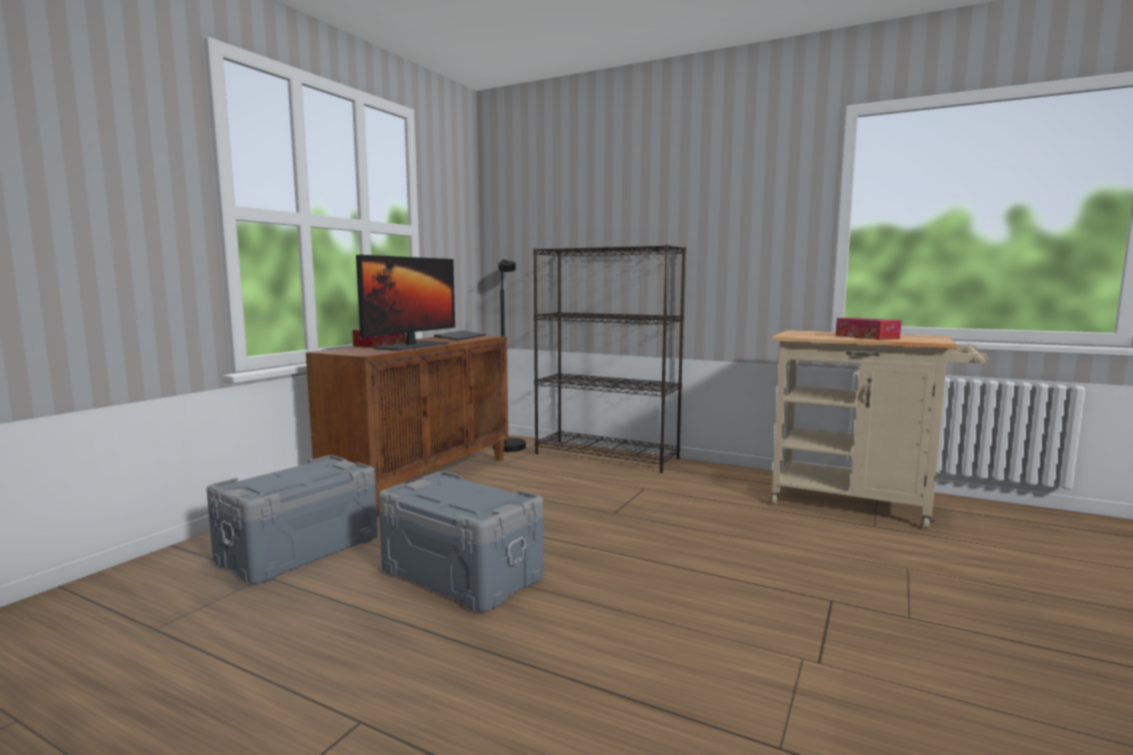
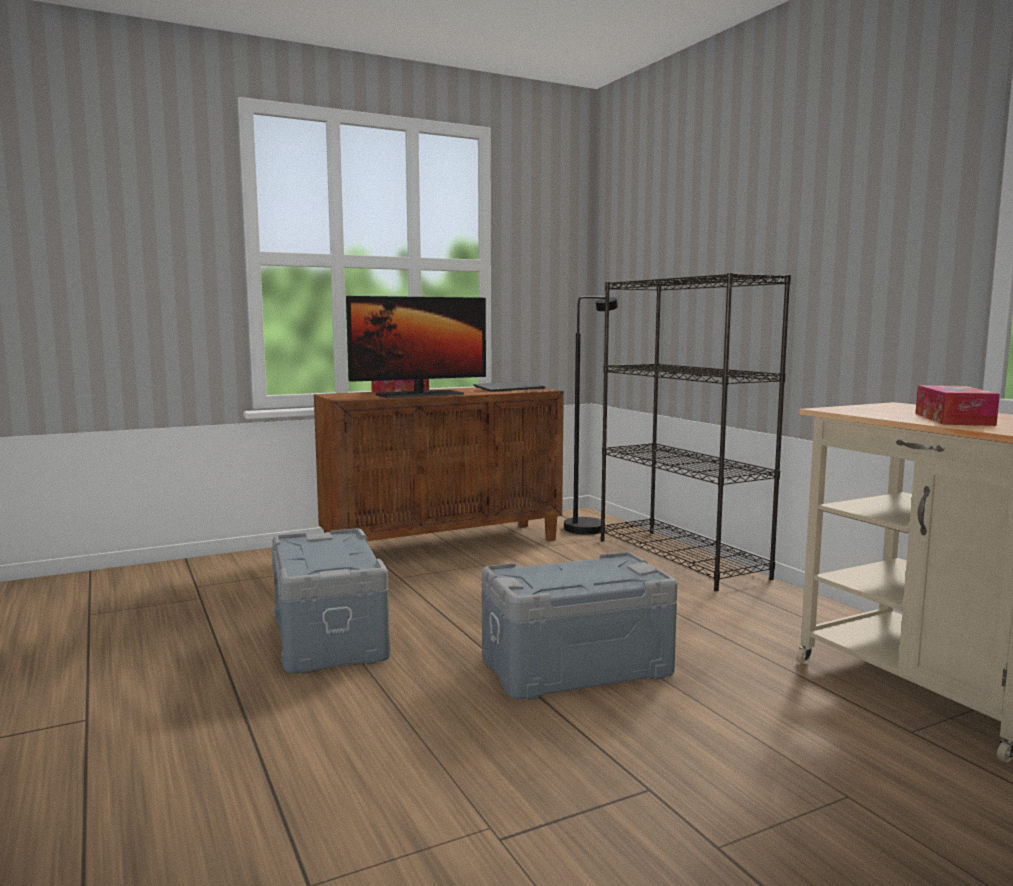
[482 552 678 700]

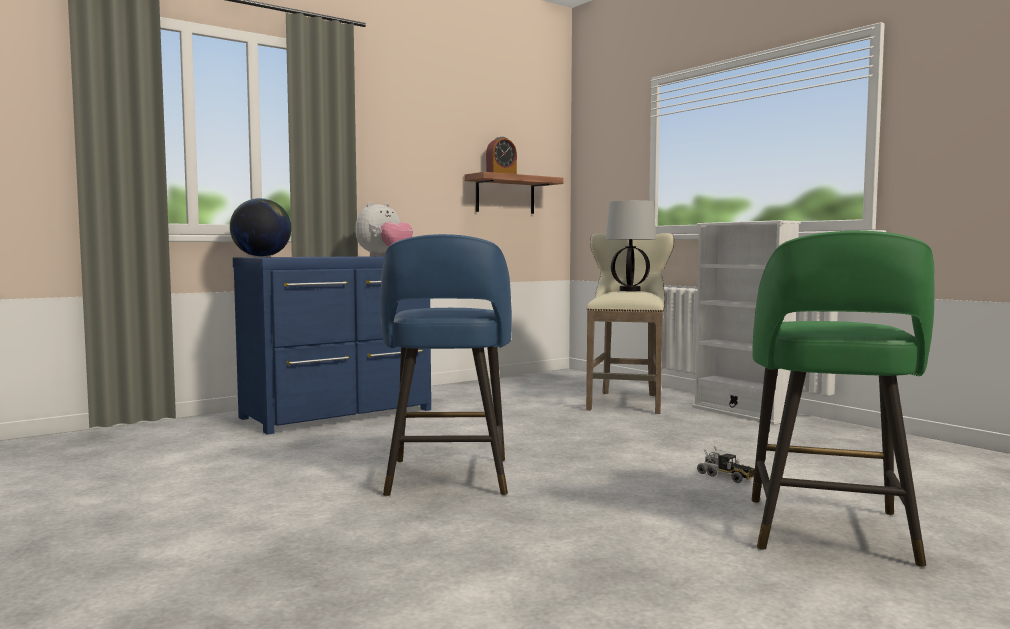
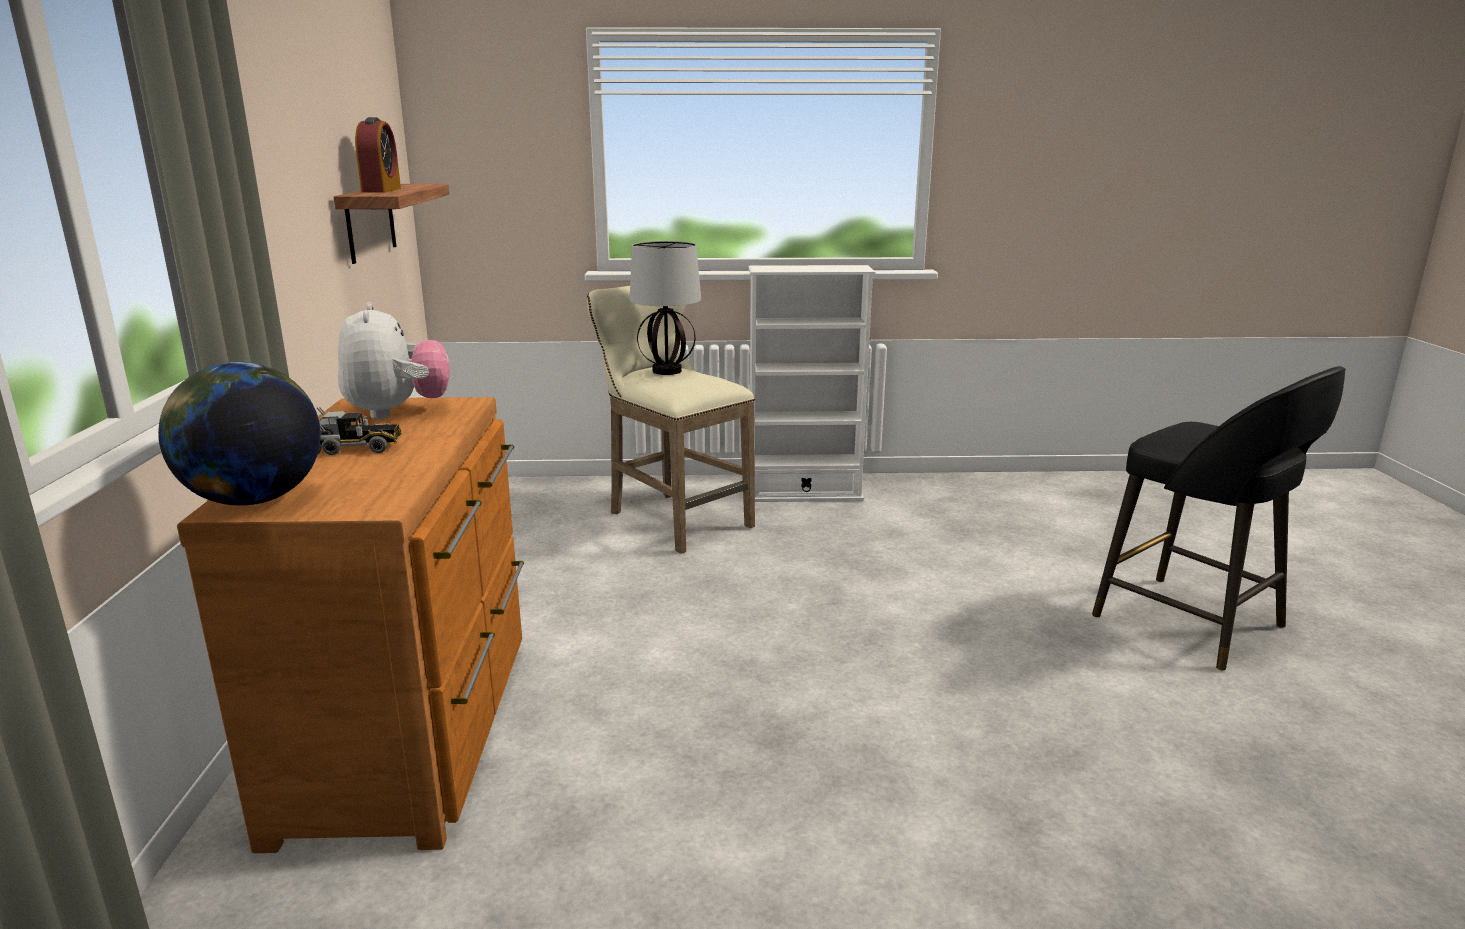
[381 234 512 496] (first image)
[317 407 402 455]
[177 397 524 853]
[1092 366 1346 671]

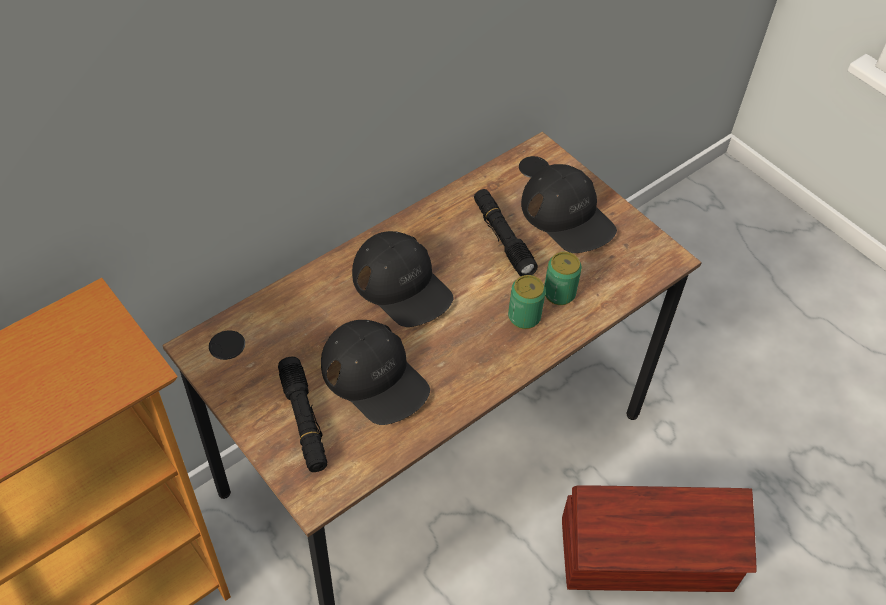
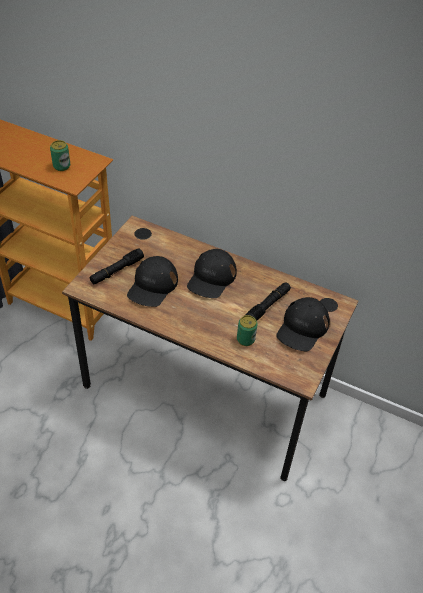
[562 485 756 592] (first image)
[50 140 70 171]

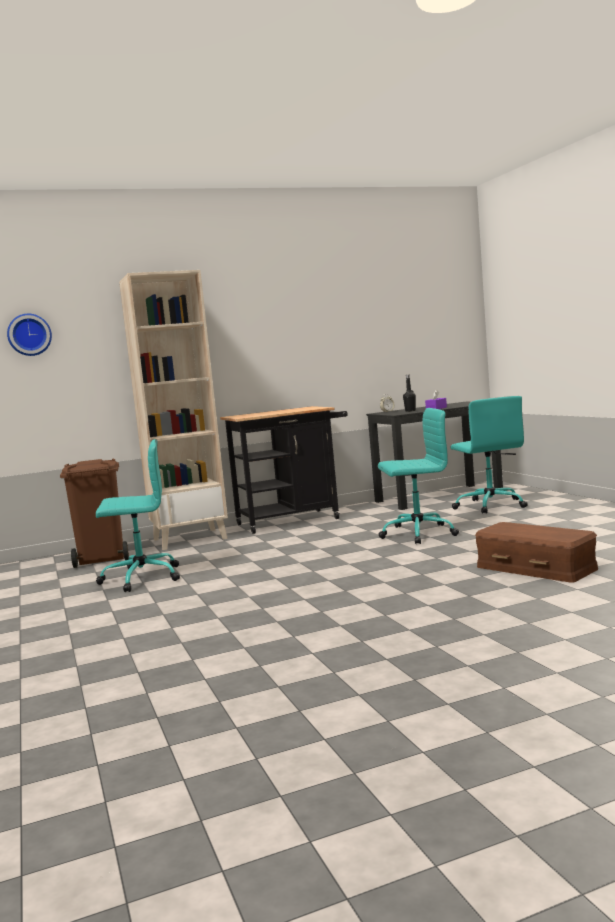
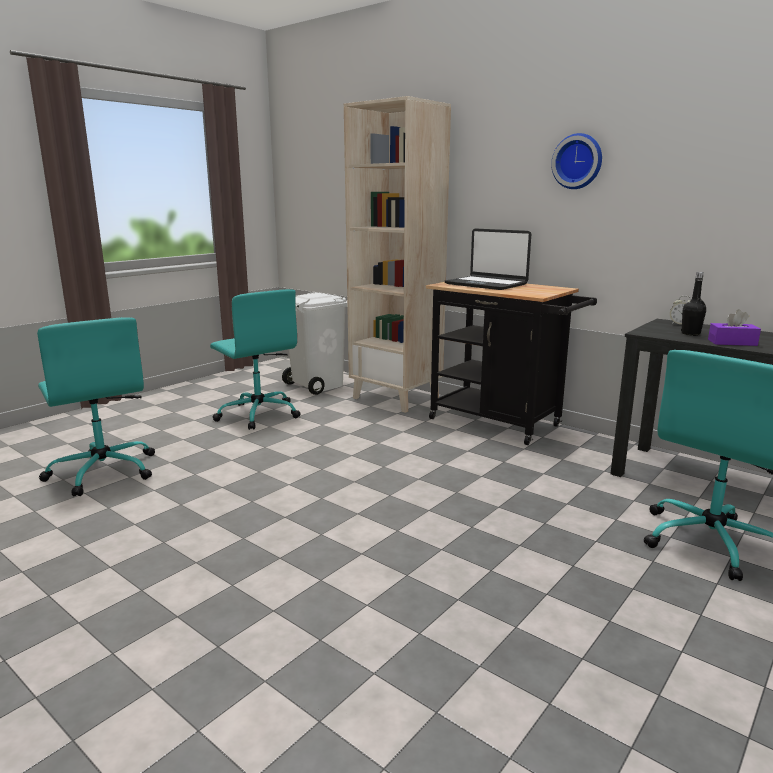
[475 522 598 583] (first image)
[445 229 531 290]
[551 133 602 189]
[37 317 155 496]
[282 292 347 395]

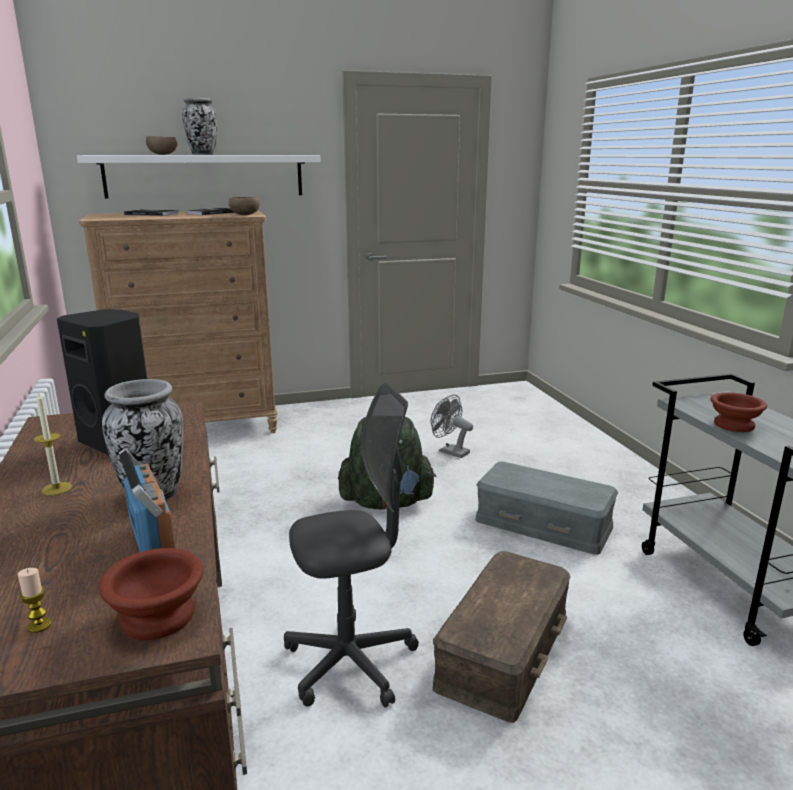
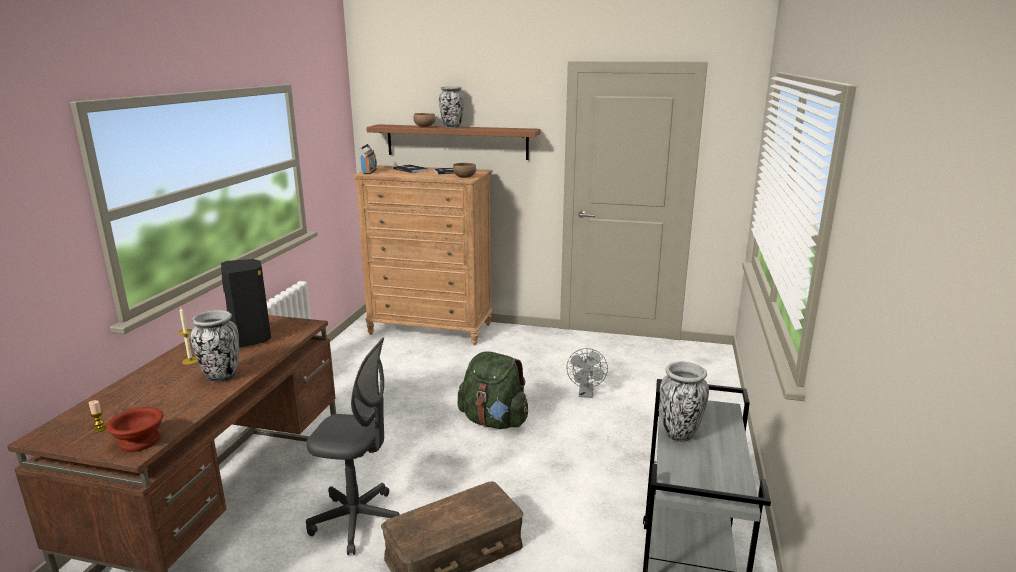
[475 461 618 555] (first image)
[359 144 377 174]
[660 362 709 442]
[366 124 540 160]
[566 348 608 398]

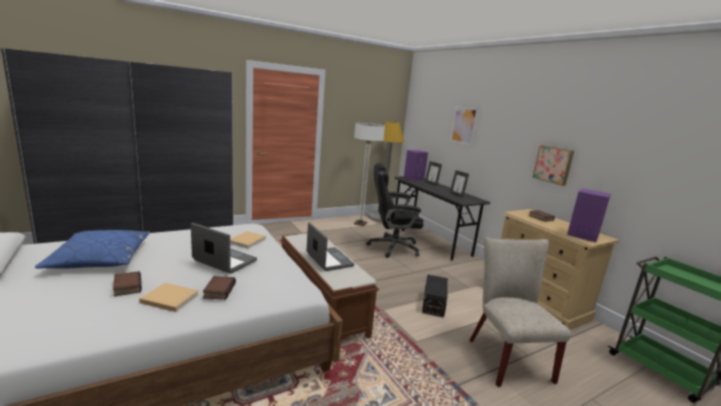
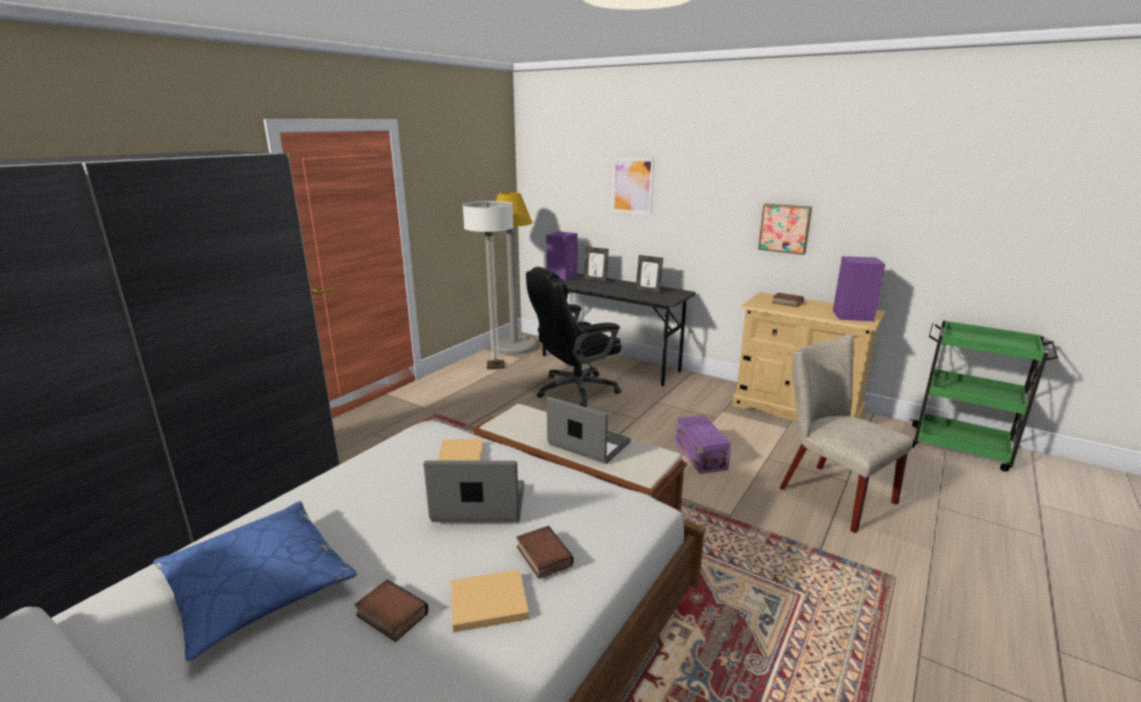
[675 415 731 474]

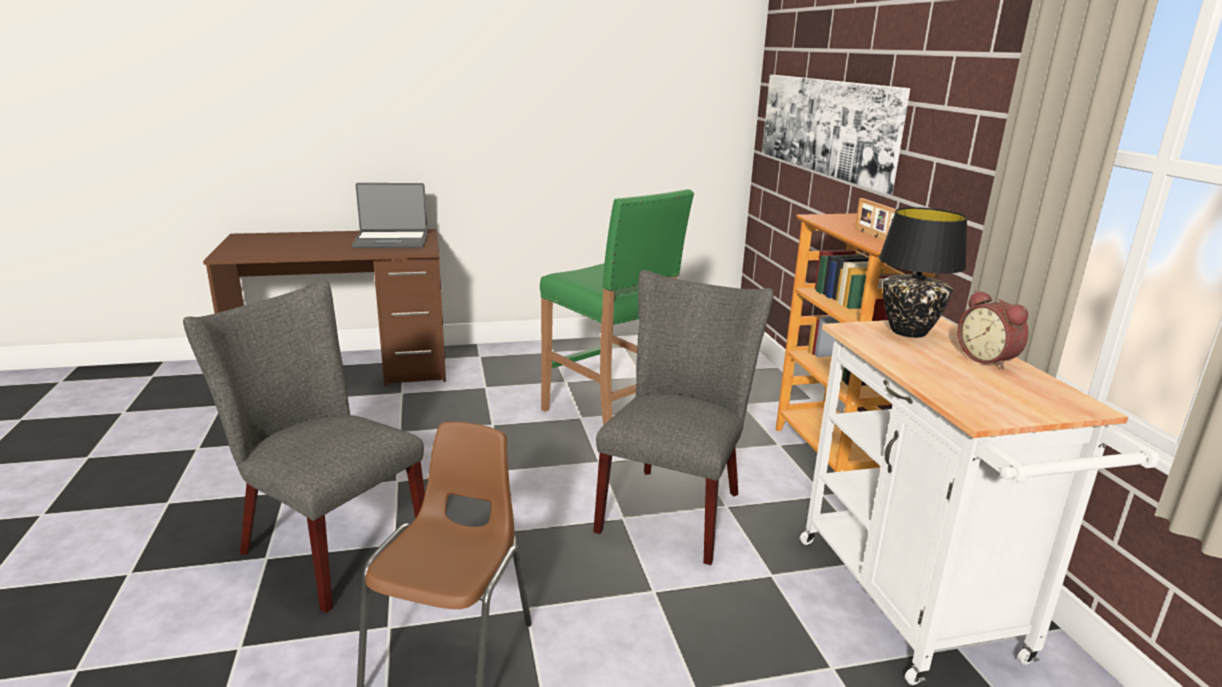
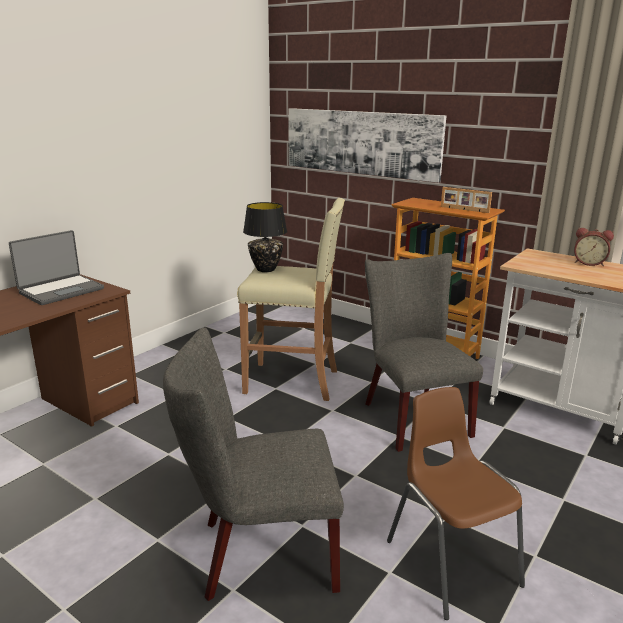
[243 202 287 272]
[237 198 345 401]

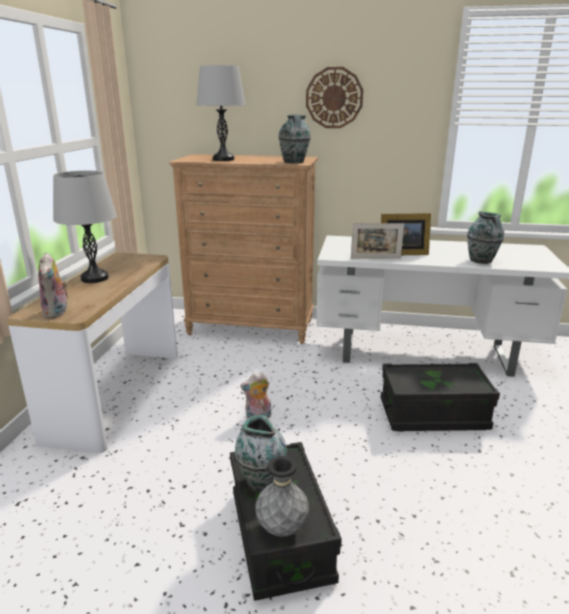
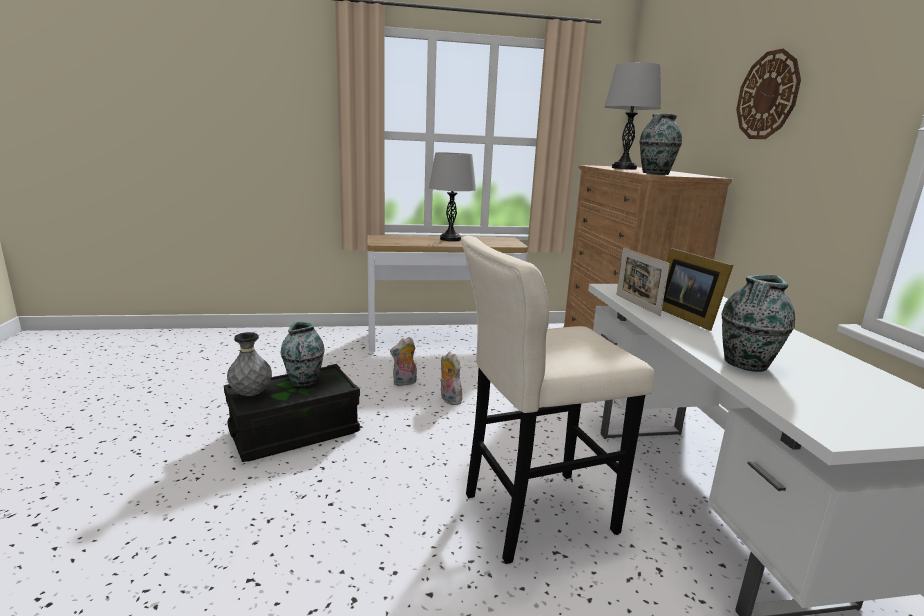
[390 337 417 386]
[461 236 654 564]

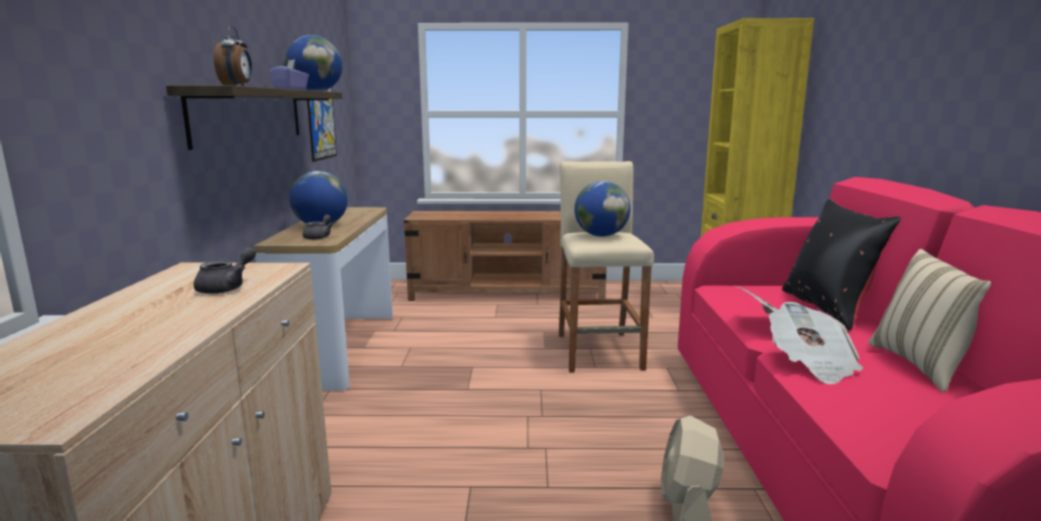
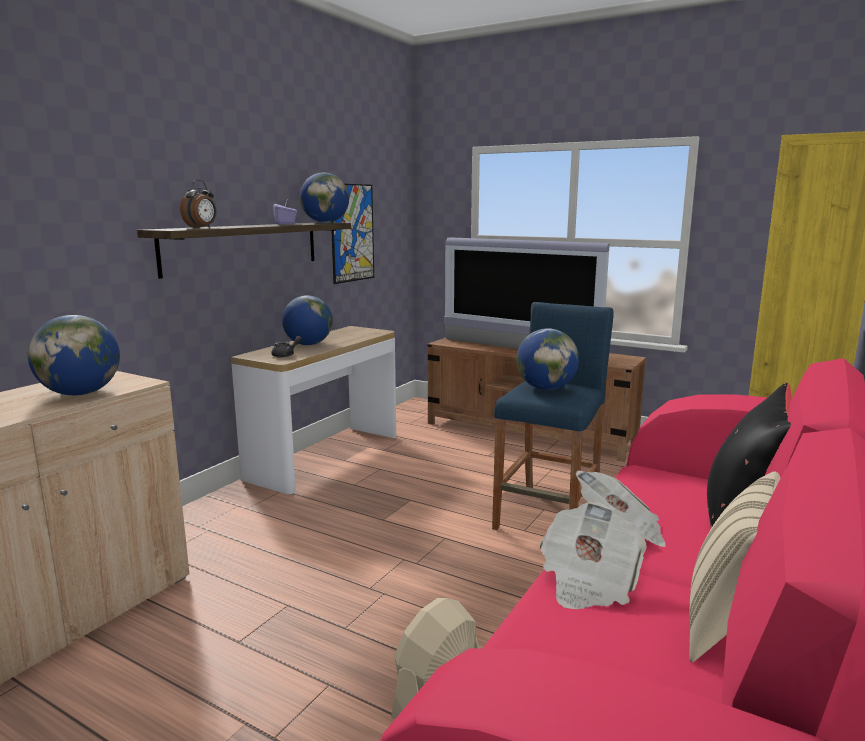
[444 237 610 349]
[28 315 120 396]
[492 302 614 530]

